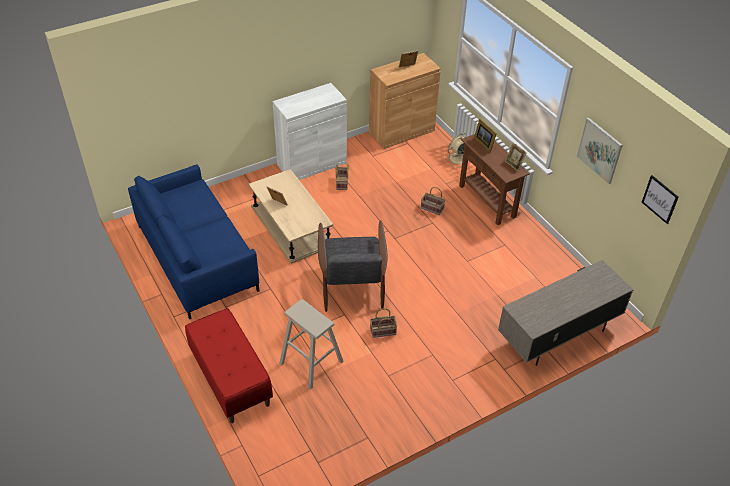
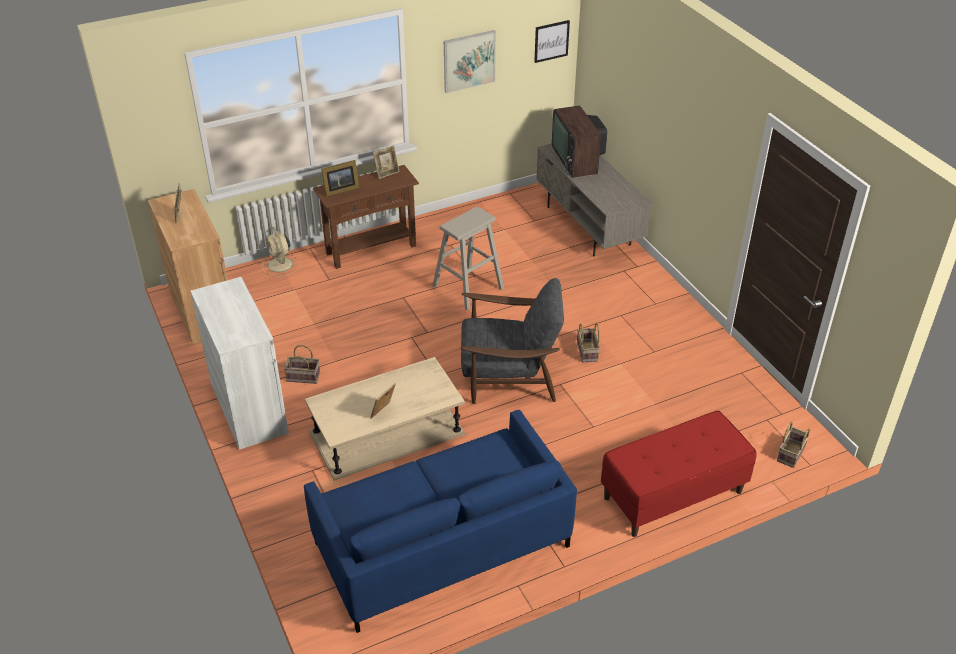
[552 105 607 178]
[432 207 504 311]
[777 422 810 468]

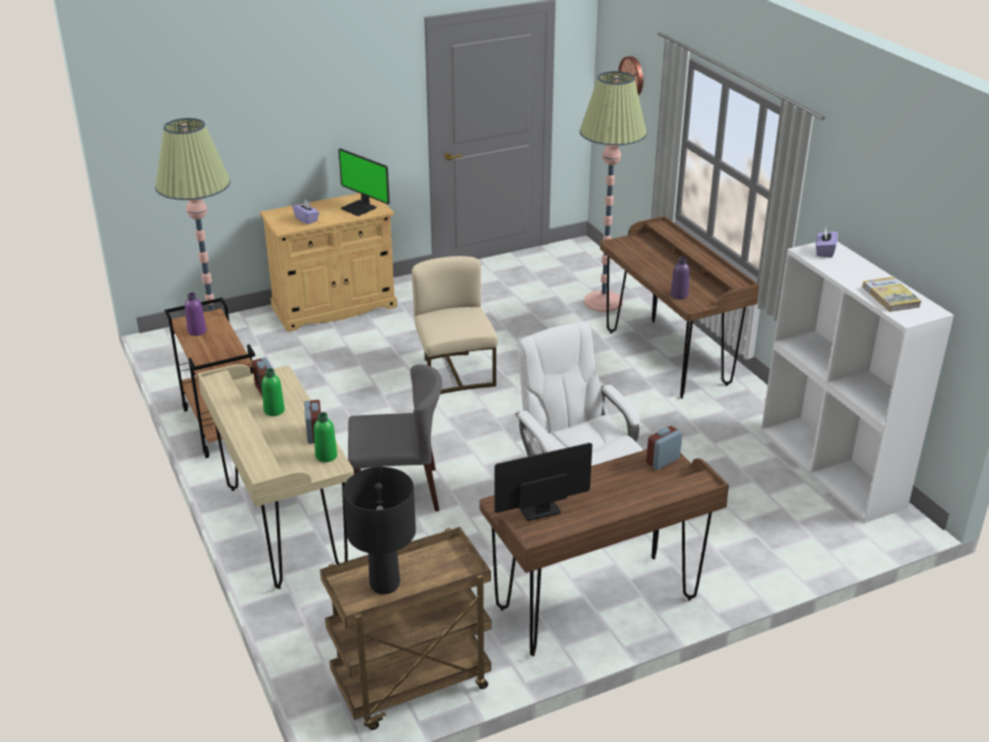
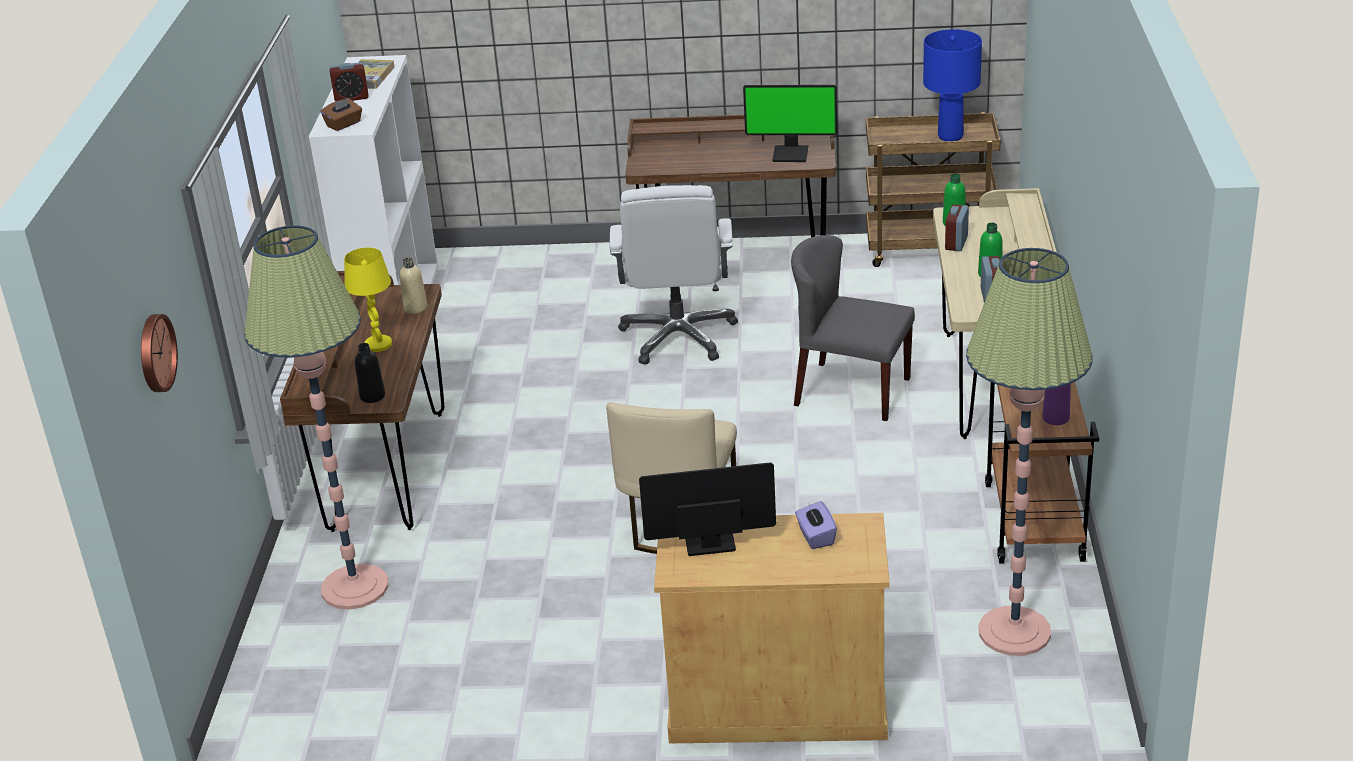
[344 248 392 352]
[355 343 385 403]
[330 62 369 102]
[923 29 982 141]
[400 257 427 314]
[321 98 362 131]
[639 462 776 556]

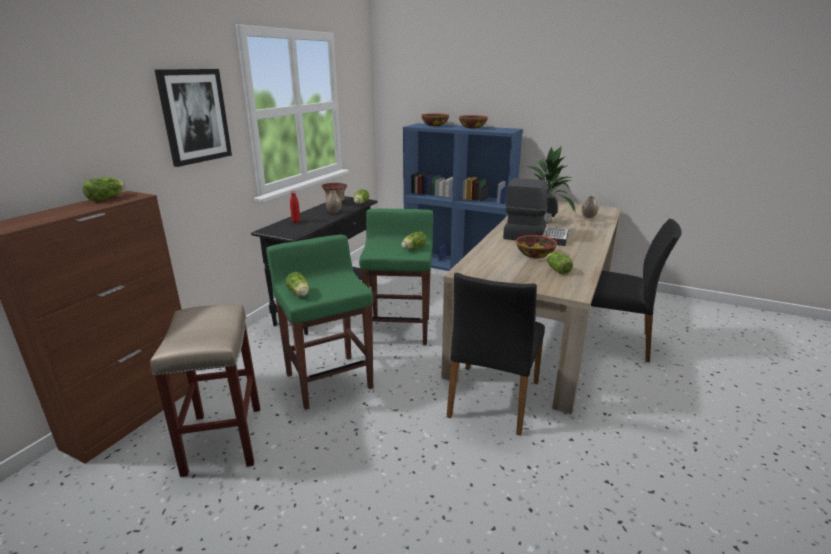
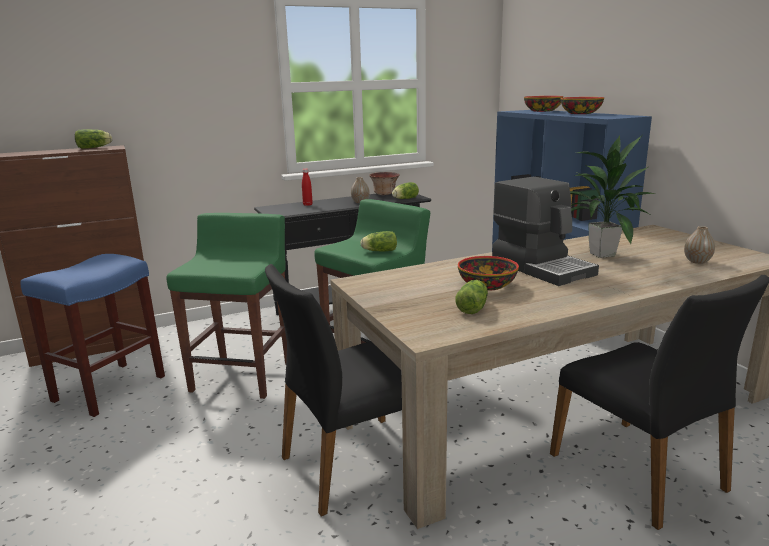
[155 69 232 167] (first image)
[285 272 309 296] (first image)
[20 254 165 417]

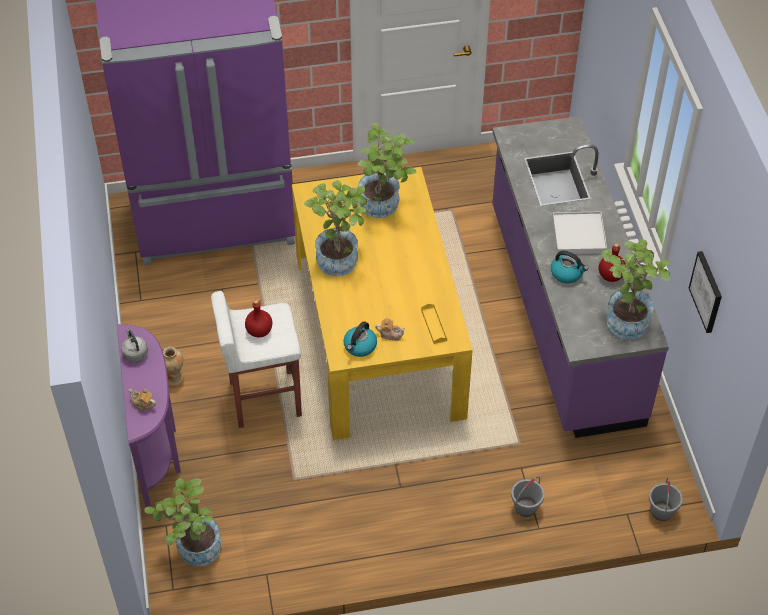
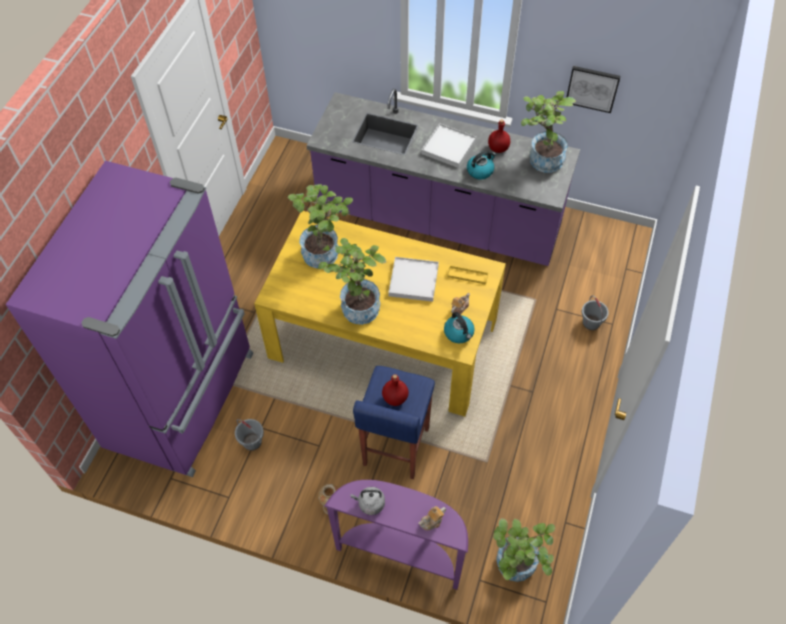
[389 257 439 302]
[235 419 264 451]
[353 366 435 479]

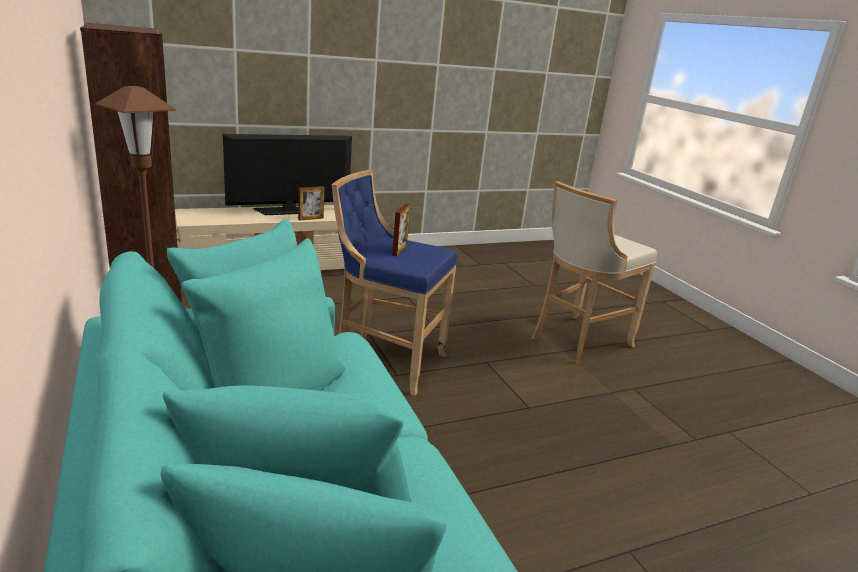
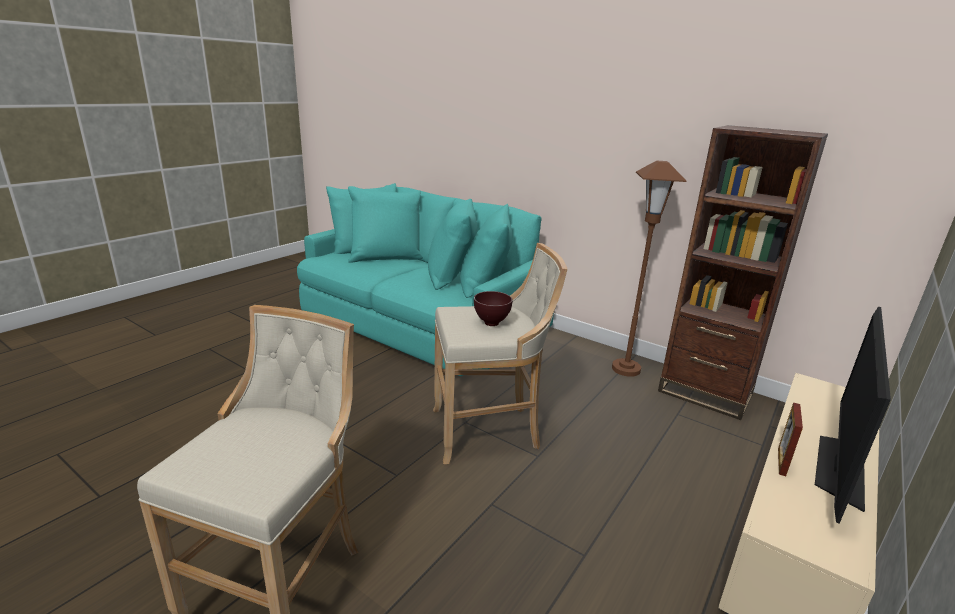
[474 291 513 326]
[433 243 568 464]

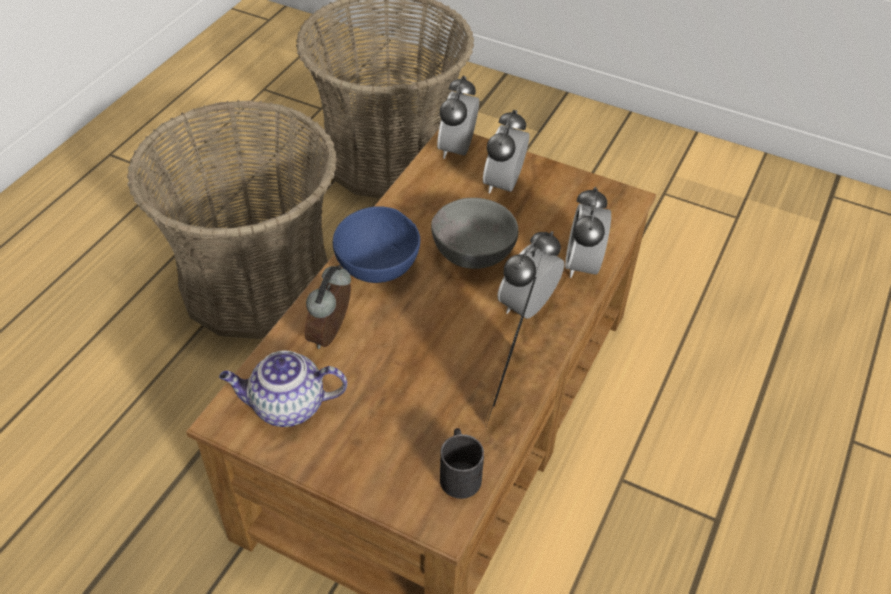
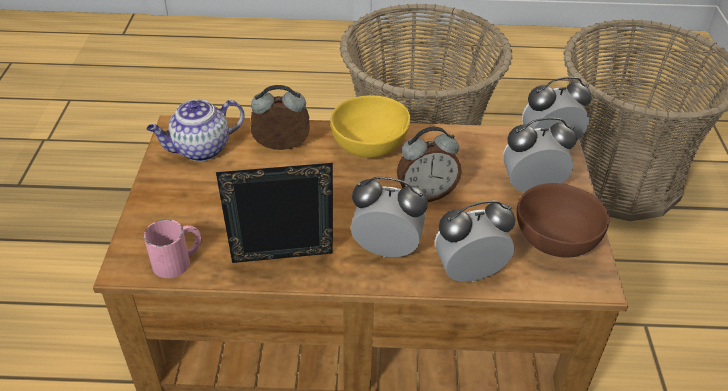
[517 183 609 258]
[397 127 462 202]
[331 95 410 158]
[144 219 202 278]
[146 99 245 161]

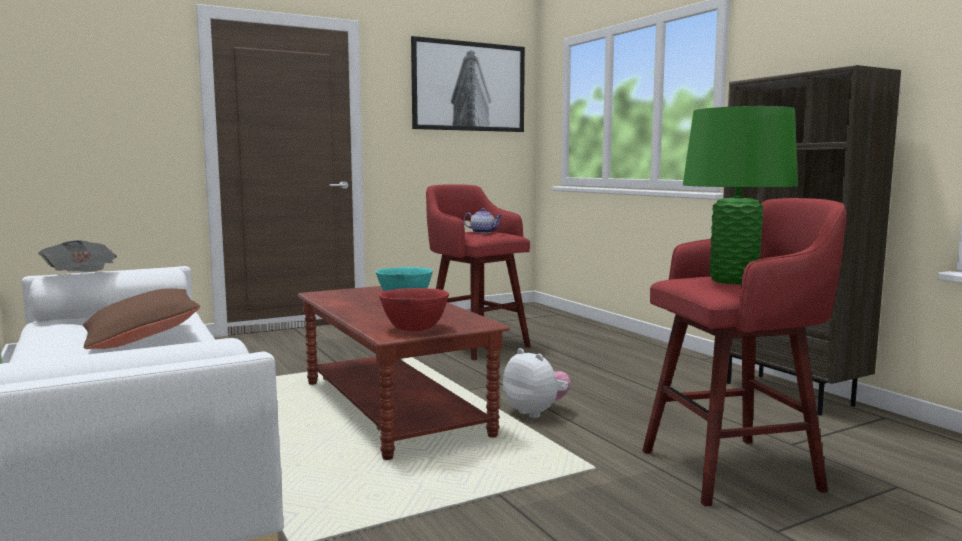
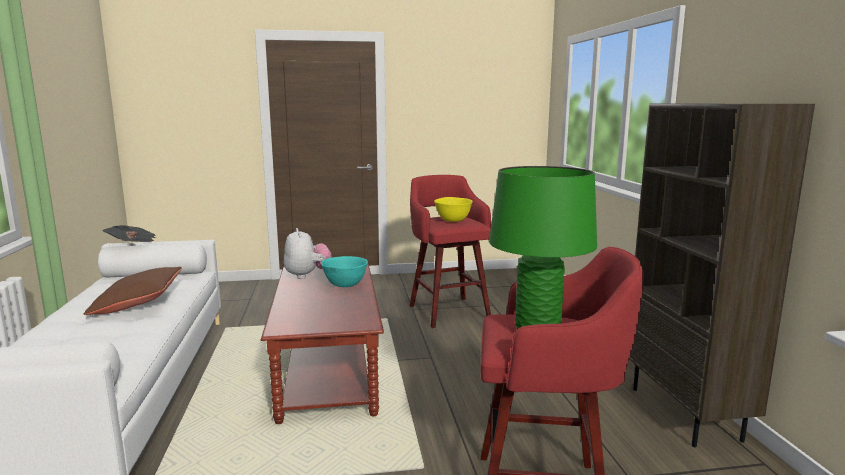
[379 288 449 331] (first image)
[411 36 525 132] (first image)
[284 228 332 279]
[434 197 473 222]

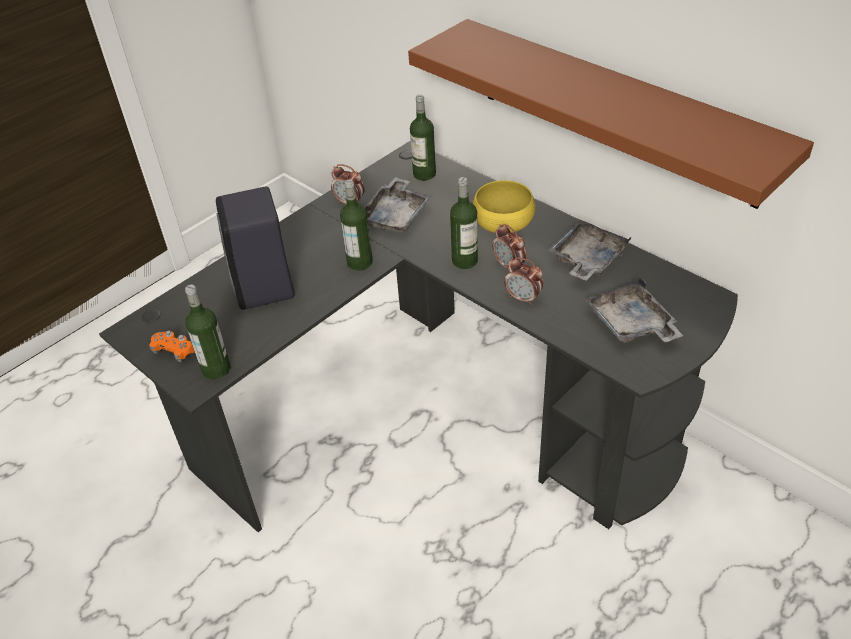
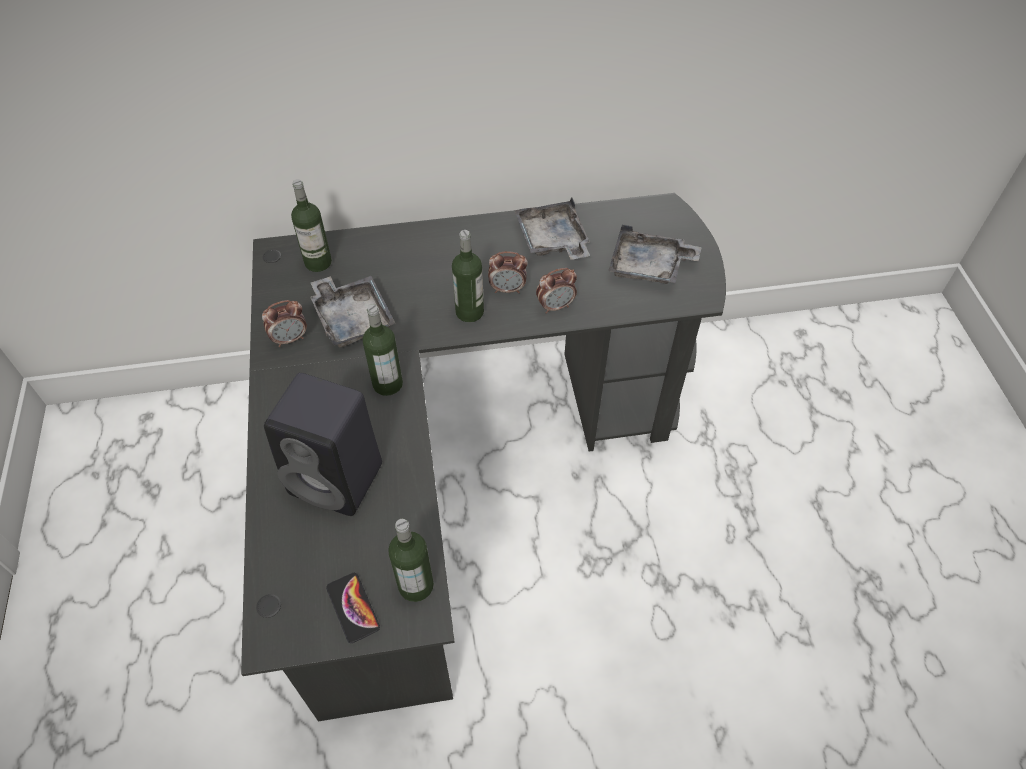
[408 19 814 209] (first image)
[473 180 535 233] (first image)
[326 573 380 643]

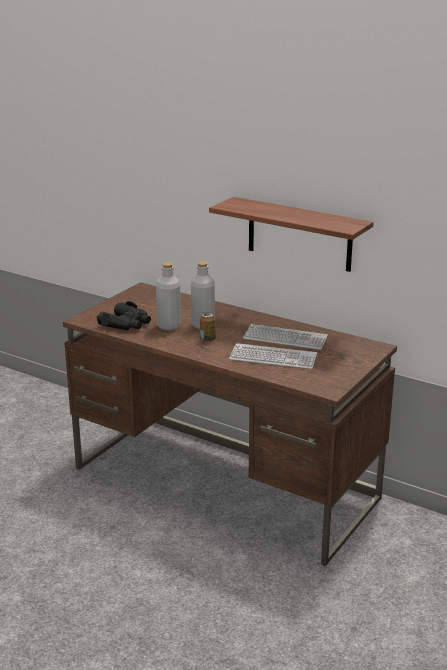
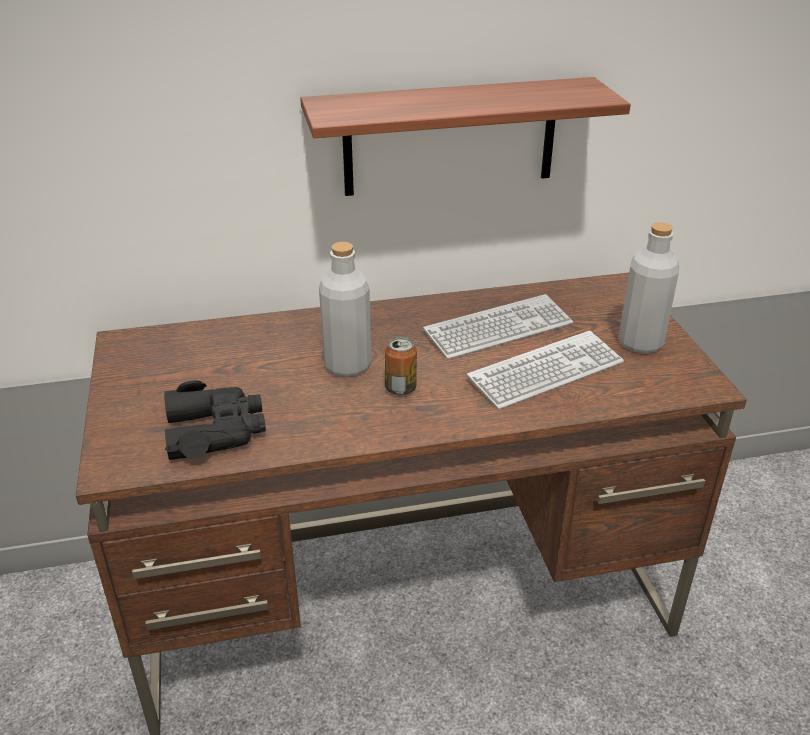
[618 222 679 354]

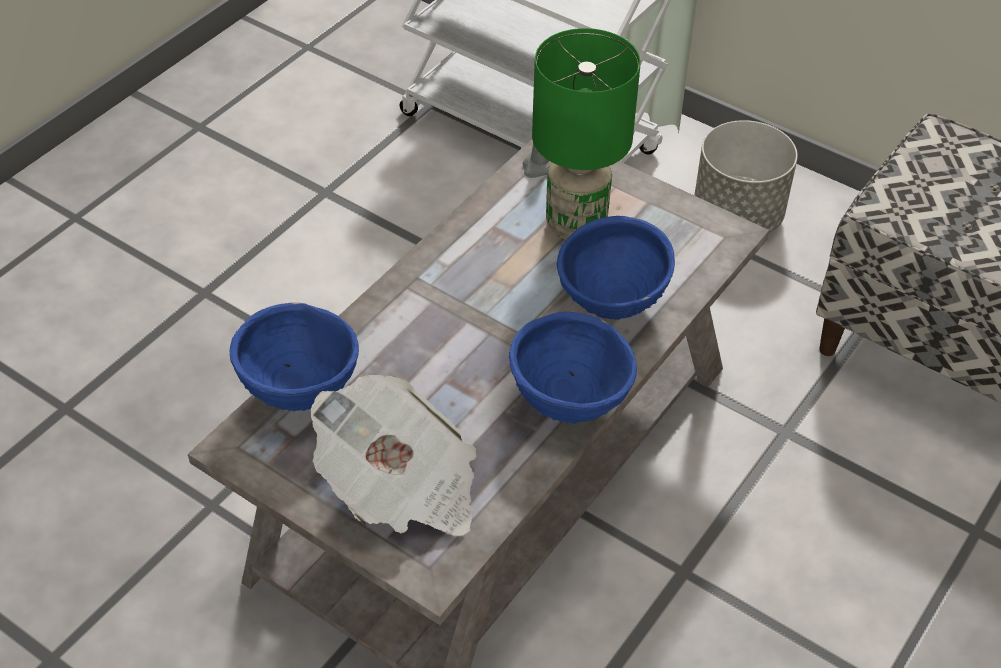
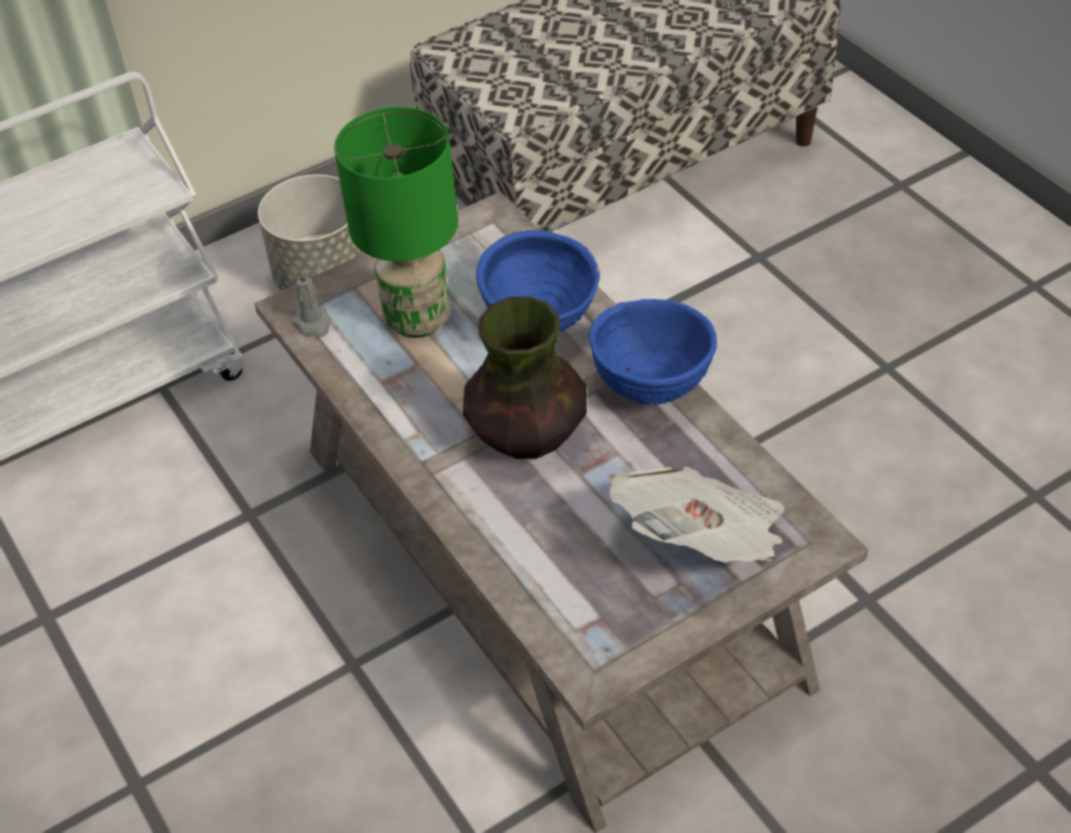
[230 303 359 412] (first image)
[463 296 587 459]

